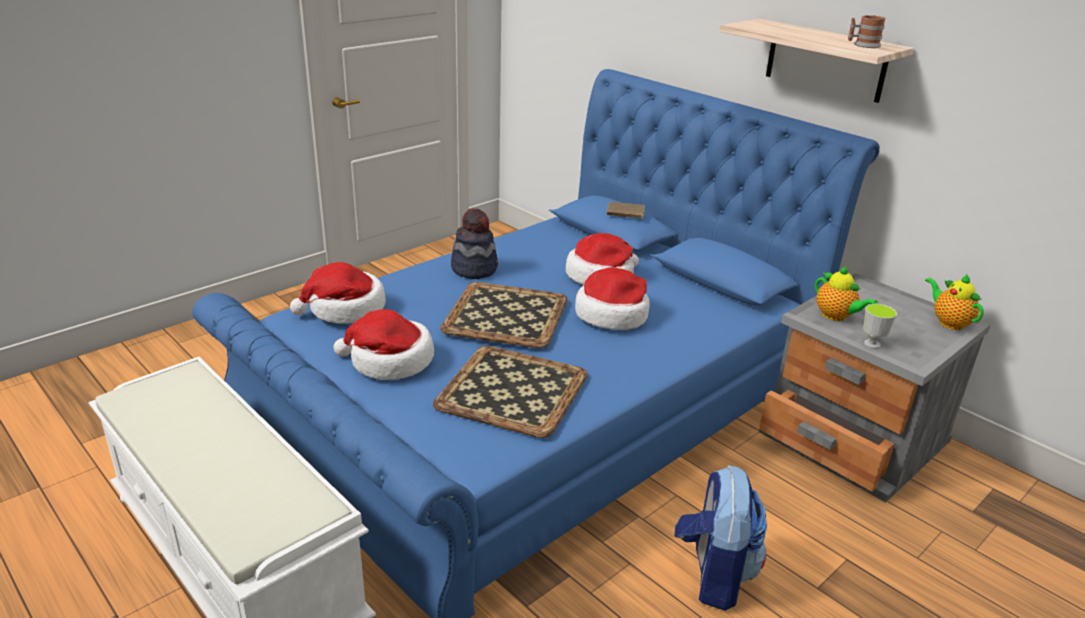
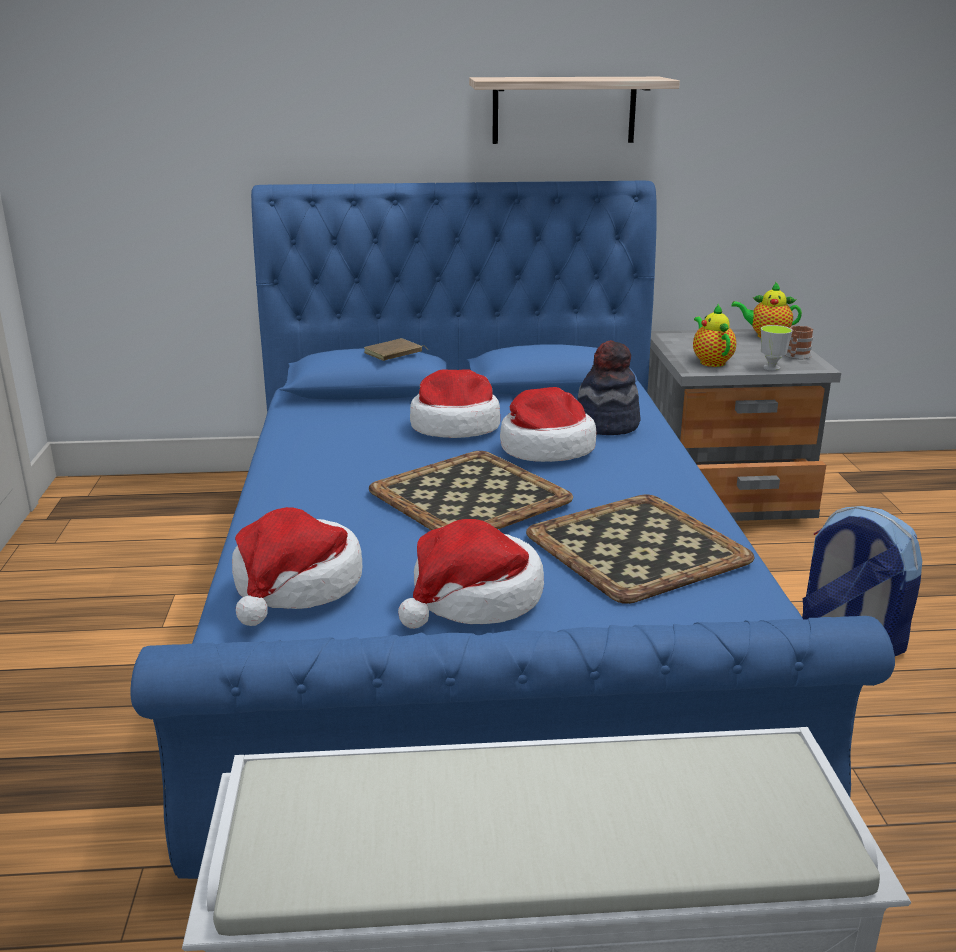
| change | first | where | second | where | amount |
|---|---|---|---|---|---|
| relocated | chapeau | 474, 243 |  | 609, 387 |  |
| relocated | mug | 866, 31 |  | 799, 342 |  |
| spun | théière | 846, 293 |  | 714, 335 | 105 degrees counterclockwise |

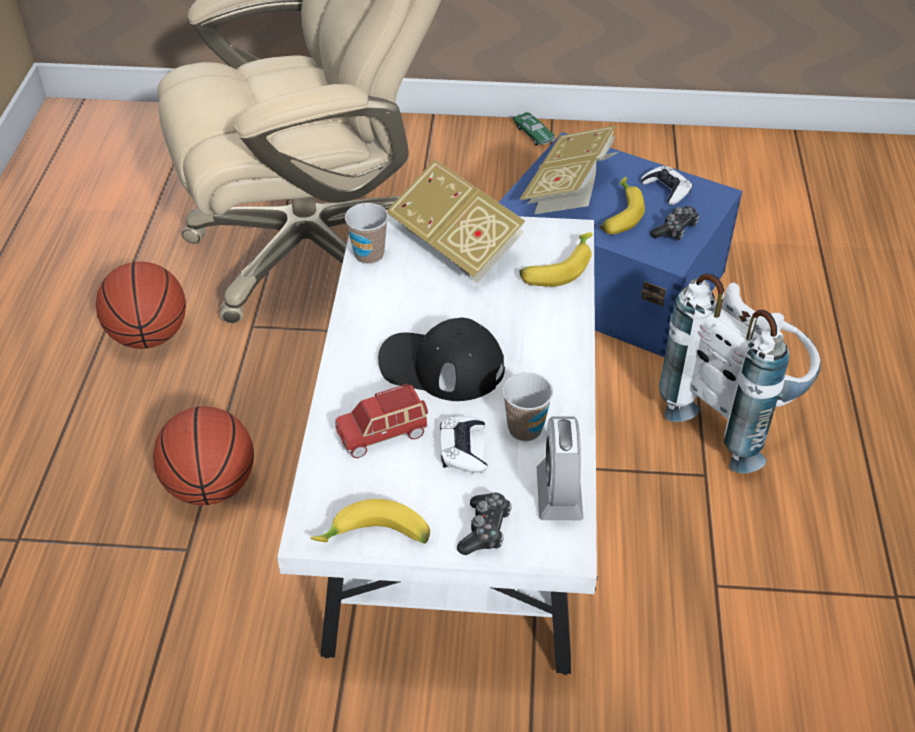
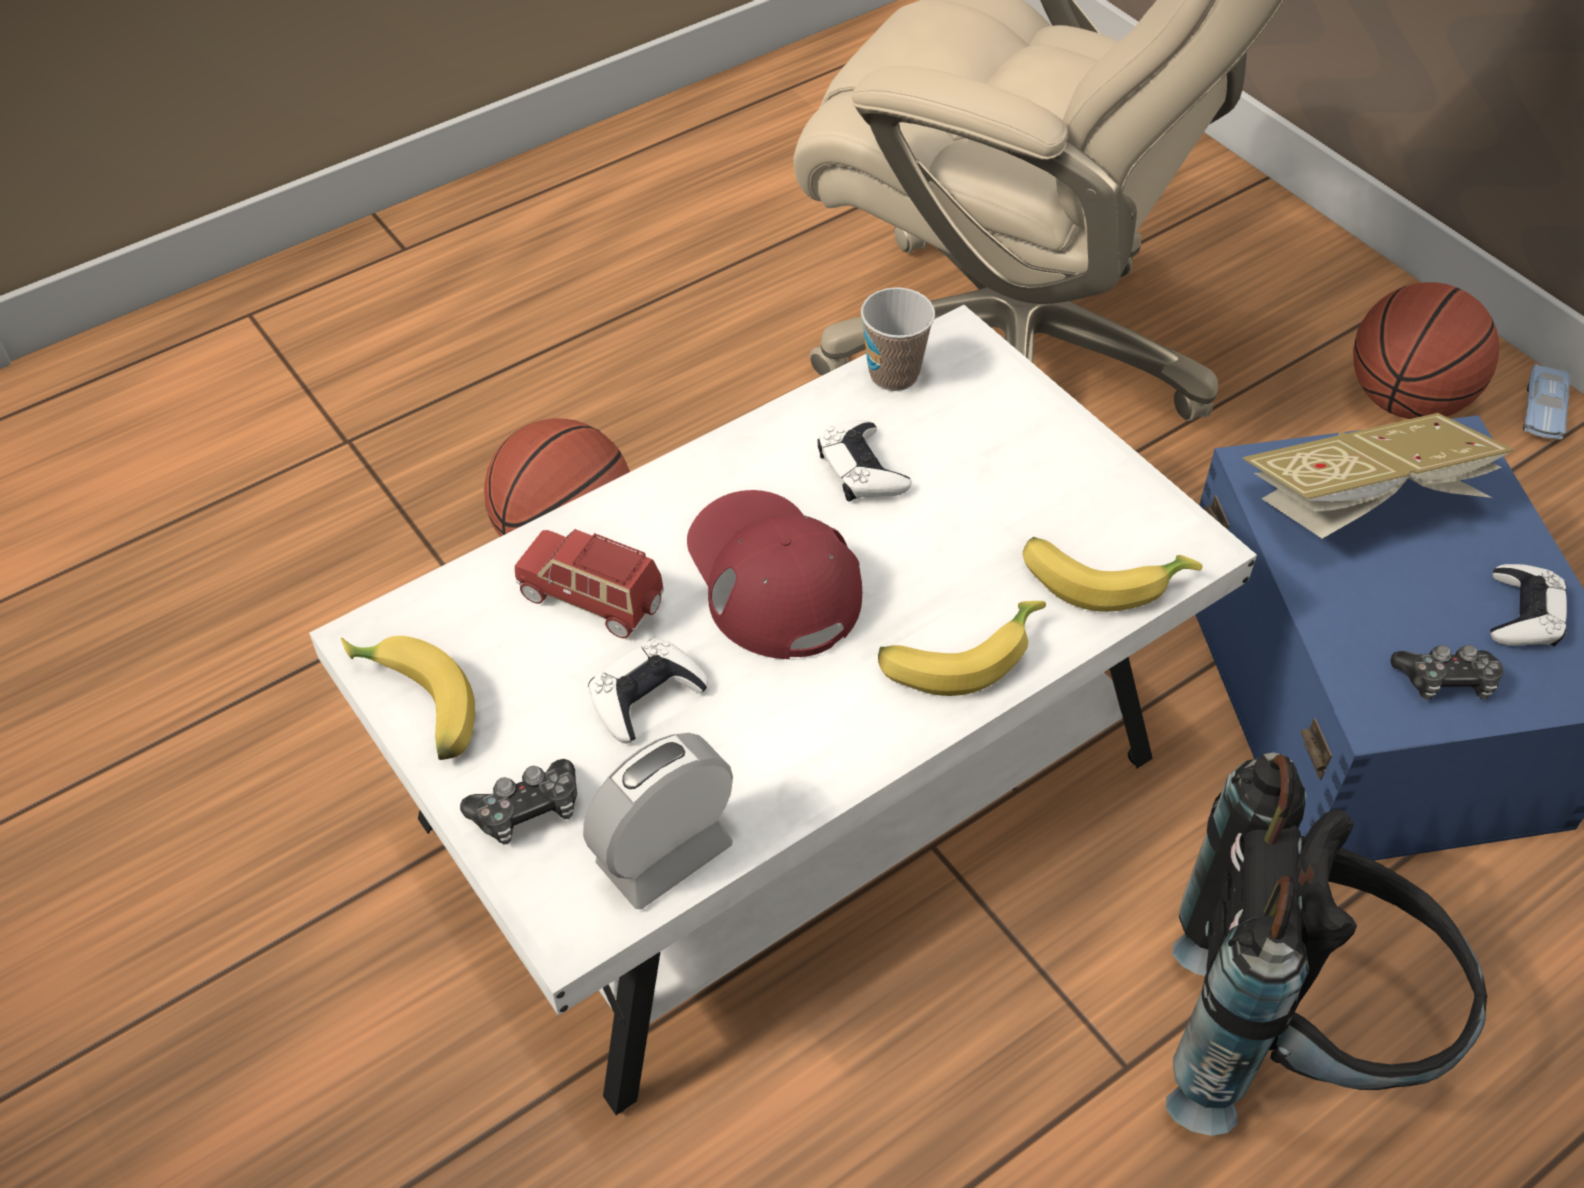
| change | first | where | second | where | amount |
|---|---|---|---|---|---|
| missing | livre | 456, 221 |  |  |  |
| missing | tasse | 527, 406 |  |  |  |
| appeared |  |  | manette/blanc | 864, 460 |  |
| relocated | ballon de basket | 141, 305 |  | 1426, 350 |  |
| relocated | banane | 622, 206 |  | 962, 648 |  |
| colour | casquette/noir | 441, 359 | casquette/rouge | 774, 574 |  |
| colour | petite voiture/vert | 534, 129 | petite voiture/bleu | 1546, 402 |  |
| colour | sac à dos/blanc | 740, 373 | sac à dos/noir | 1326, 944 |  |

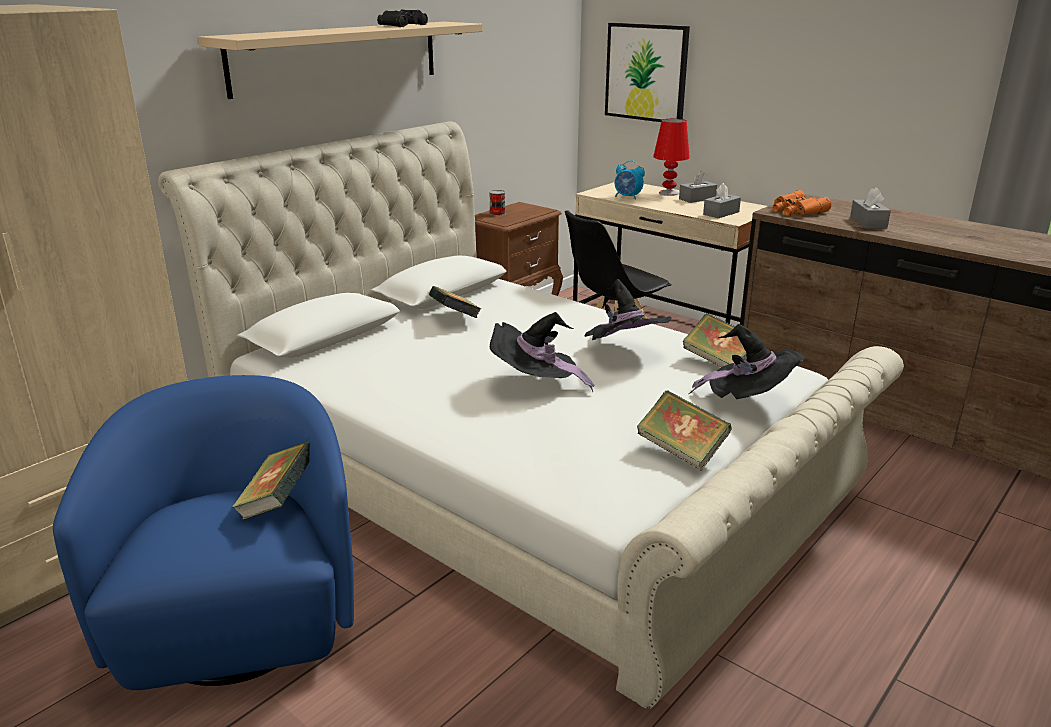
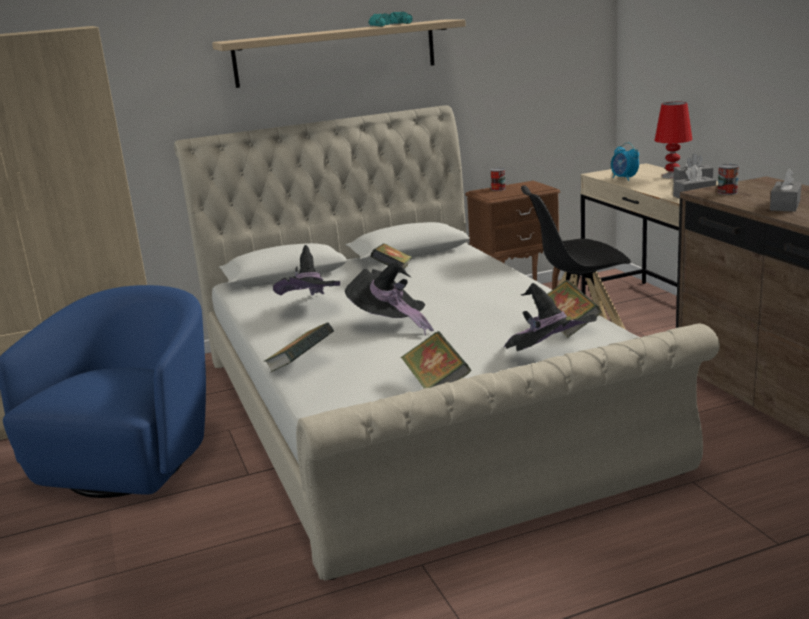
| change | first | where | second | where | amount |
|---|---|---|---|---|---|
| missing | tableau | 647, 72 |  |  |  |
| relocated | livre | 270, 481 |  | 298, 347 |  |
| relocated | chapeau/noir | 628, 309 |  | 306, 270 |  |
| exchanged | jumelles/orange | 802, 202 | boîte métallique | 728, 179 |  |
| colour | jumelles/noir | 402, 18 | jumelles/turquoise | 391, 19 |  |

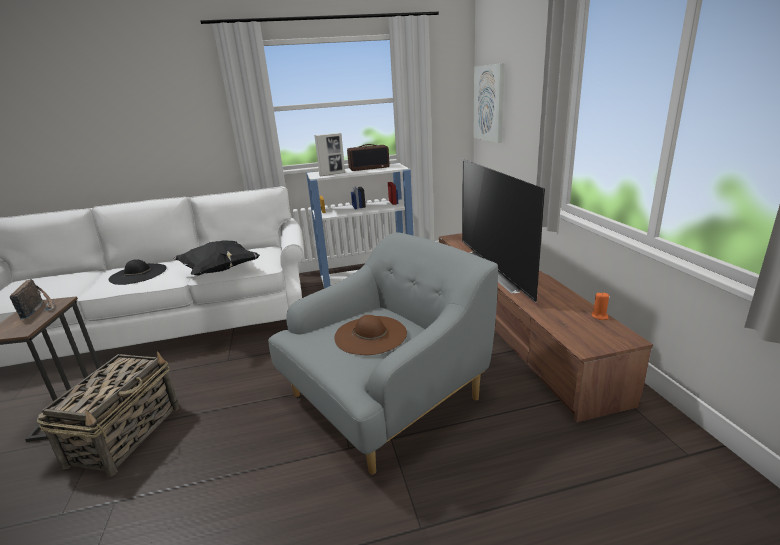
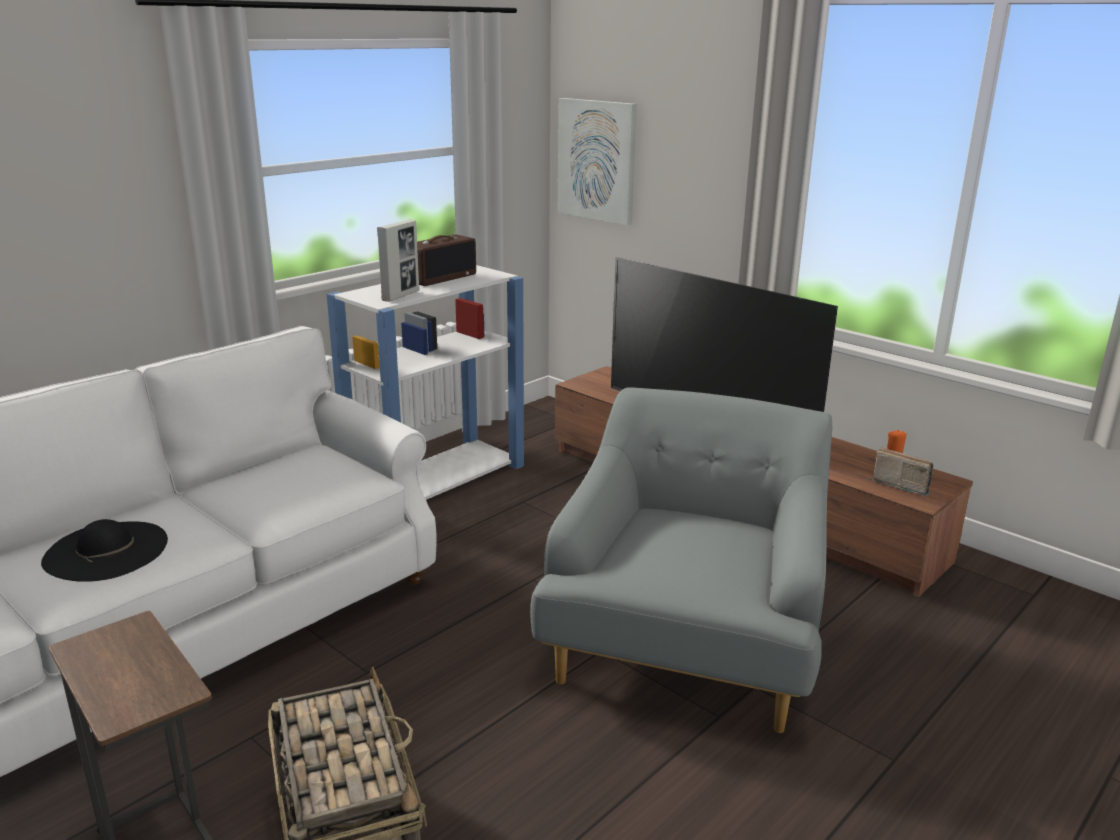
| change | first | where | second | where | amount |
|---|---|---|---|---|---|
| missing | coussin/noir | 216, 258 |  |  |  |
| missing | chapeau/marron | 370, 335 |  |  |  |
| relocated | radio | 32, 299 |  | 903, 471 |  |

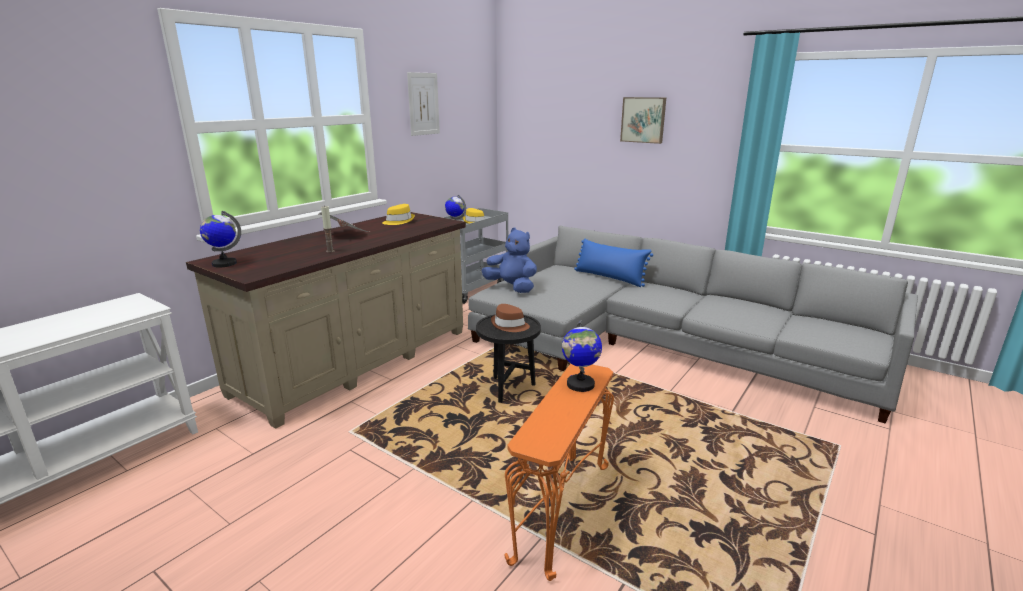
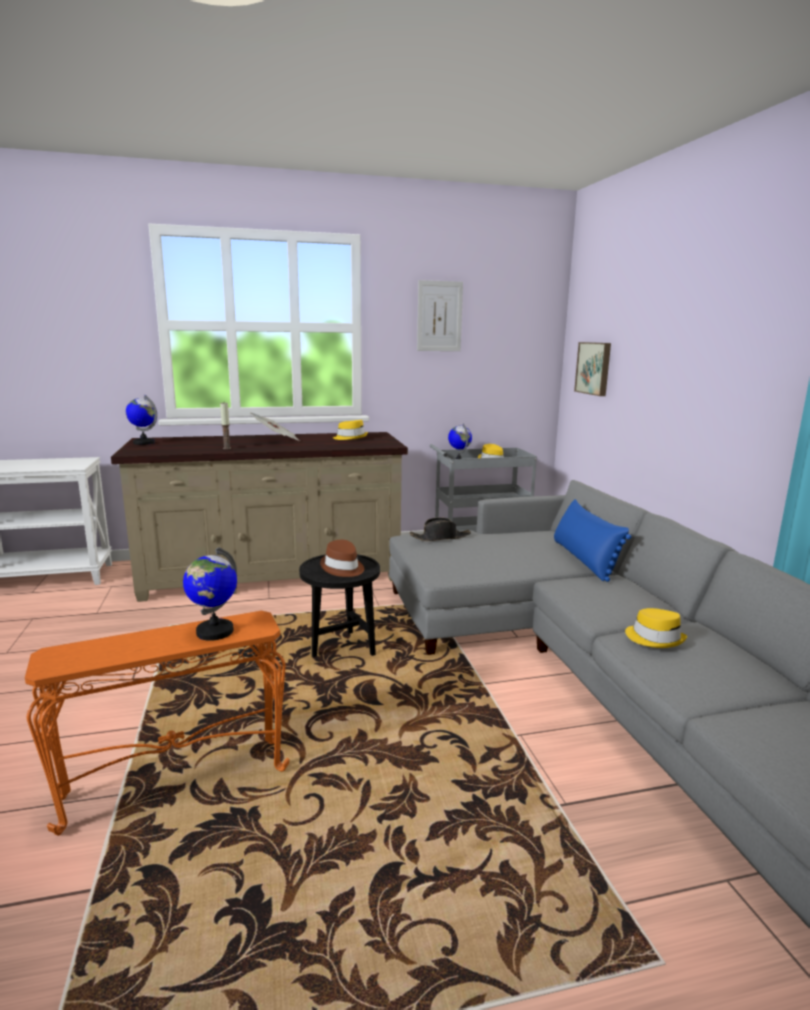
| change | first | where | second | where | amount |
|---|---|---|---|---|---|
| appeared |  |  | chapeau/jaune | 656, 628 |  |
| relocated | tableau | 643, 120 |  | 592, 369 |  |
| exchanged | peluche/bleu | 509, 260 | chapeau/noir | 440, 529 |  |

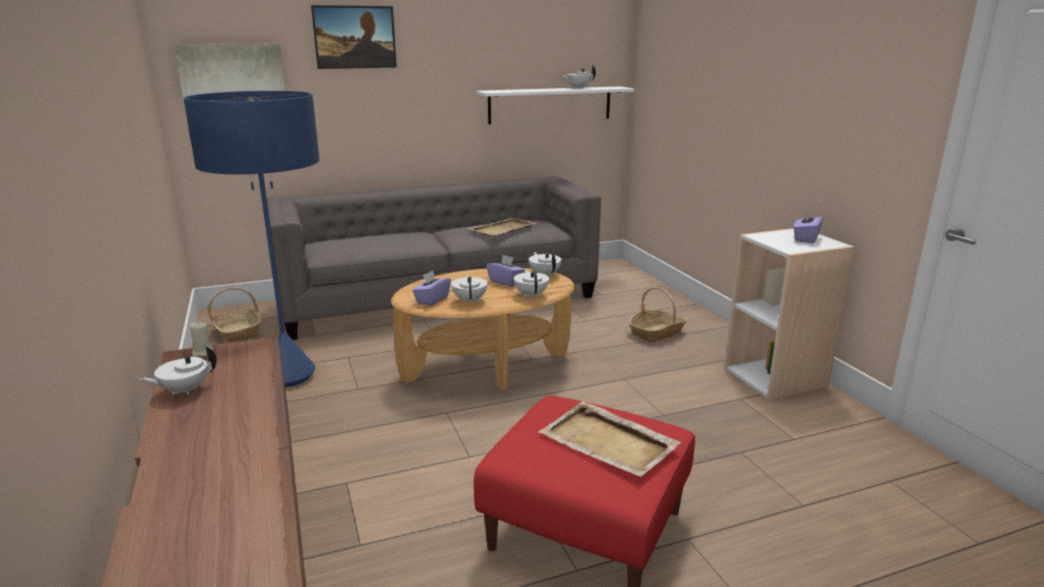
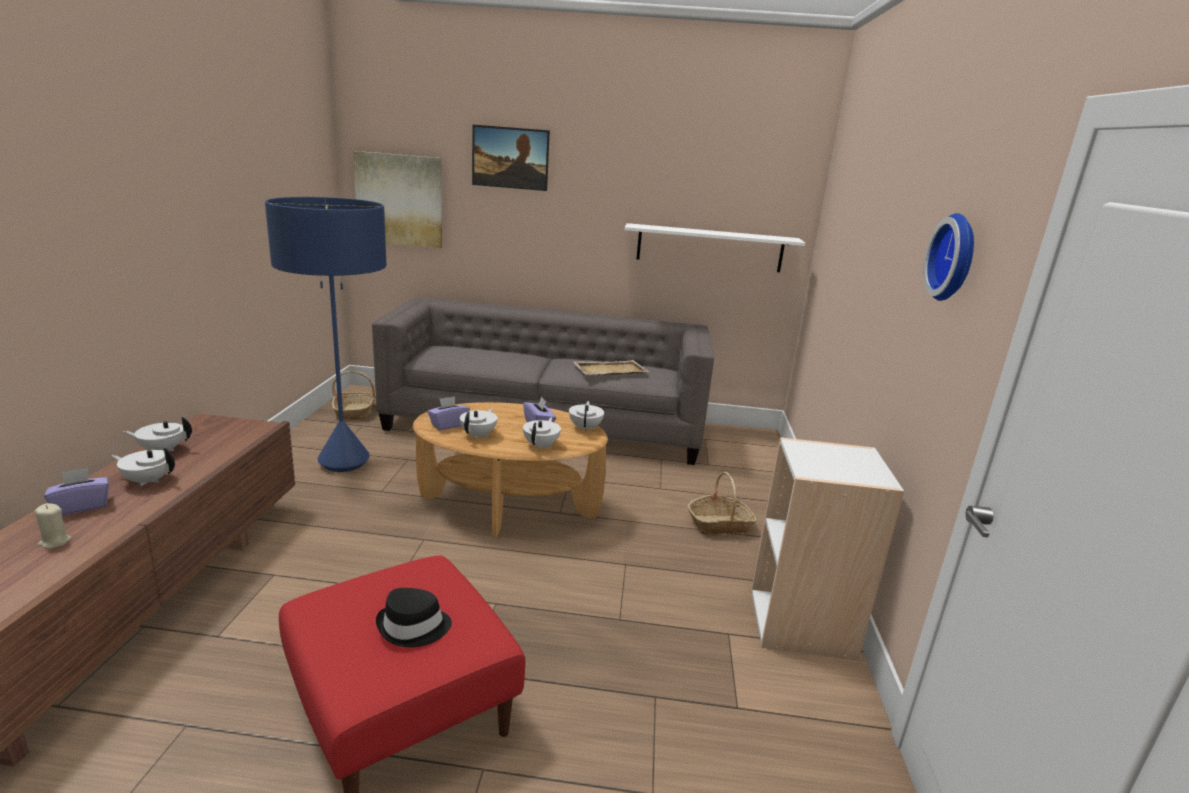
| change | first | where | second | where | amount |
|---|---|---|---|---|---|
| appeared |  |  | horloge murale | 948, 257 |  |
| relocated | bougie/beige | 202, 339 |  | 53, 525 |  |
| relocated | théière/blanc | 578, 77 |  | 143, 467 |  |
| relocated | boîte à mouchoirs/violet | 808, 226 |  | 76, 491 |  |
| exchanged | plateau/beige | 610, 439 | chapeau/noir | 414, 617 |  |

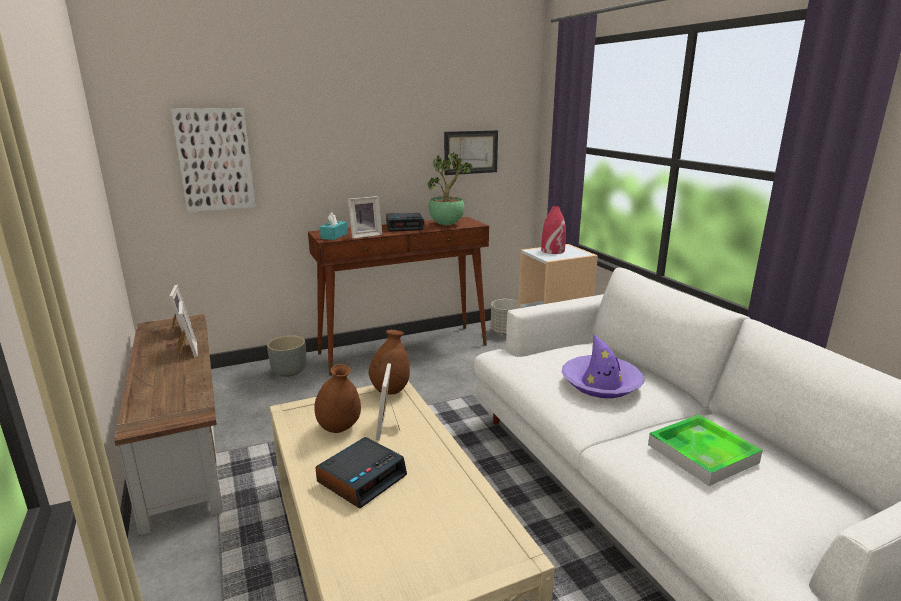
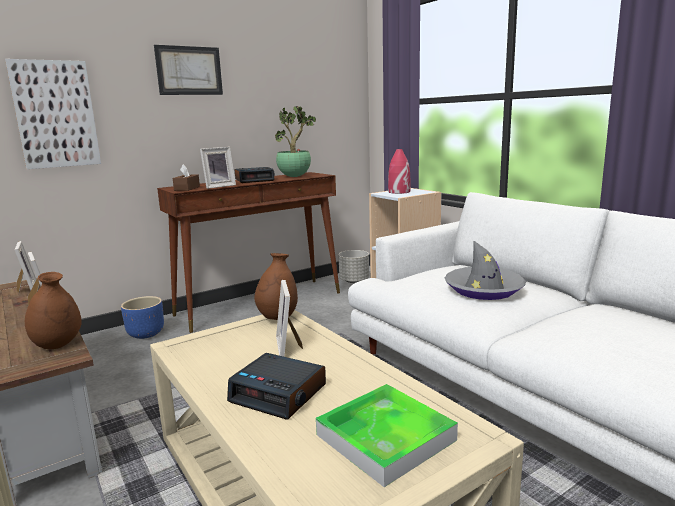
| change | first | where | second | where | amount |
|---|---|---|---|---|---|
| relocated | vase/marron | 337, 398 |  | 53, 310 |  |
| relocated | tableau | 471, 152 |  | 188, 70 |  |
| relocated | plateau | 705, 450 |  | 387, 435 |  |
| colour | cache-pot/gris | 287, 356 | cache-pot/bleu | 142, 317 |  |
| colour | boîte à mouchoirs/turquoise | 334, 226 | boîte à mouchoirs/marron | 186, 177 |  |
| colour | chapeau/violet | 603, 366 | chapeau/gris | 485, 270 |  |
| spun | réveil | 361, 473 |  | 276, 386 | 90 degrees clockwise |

